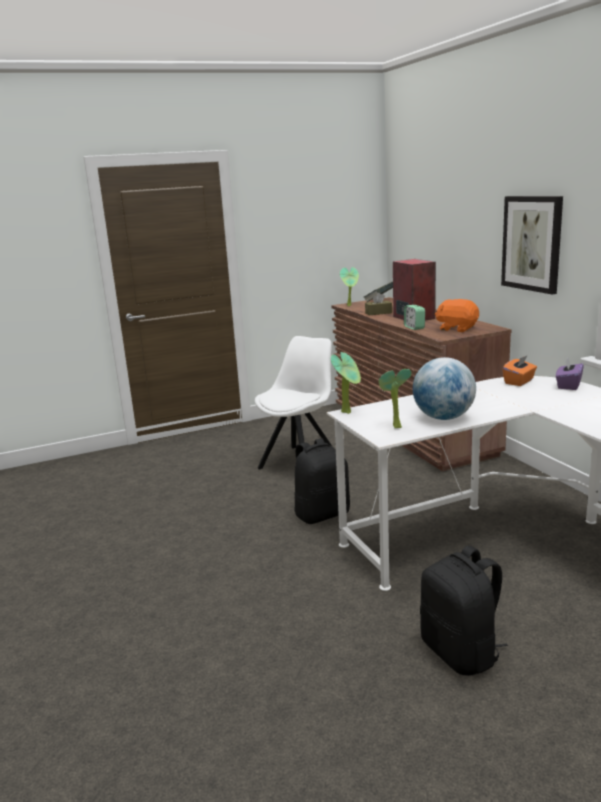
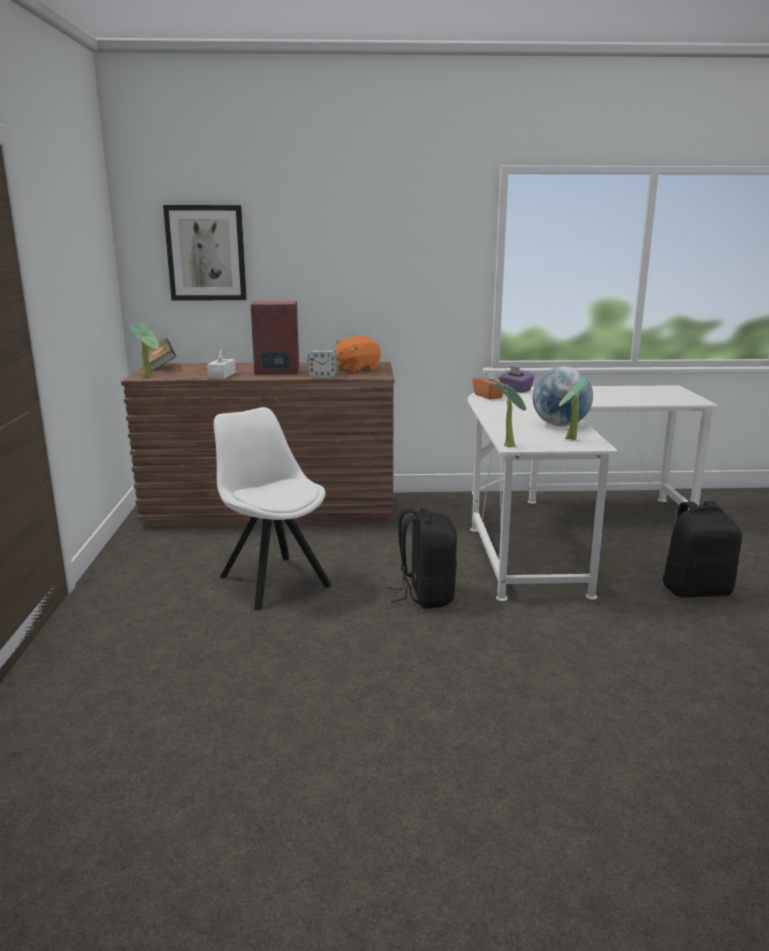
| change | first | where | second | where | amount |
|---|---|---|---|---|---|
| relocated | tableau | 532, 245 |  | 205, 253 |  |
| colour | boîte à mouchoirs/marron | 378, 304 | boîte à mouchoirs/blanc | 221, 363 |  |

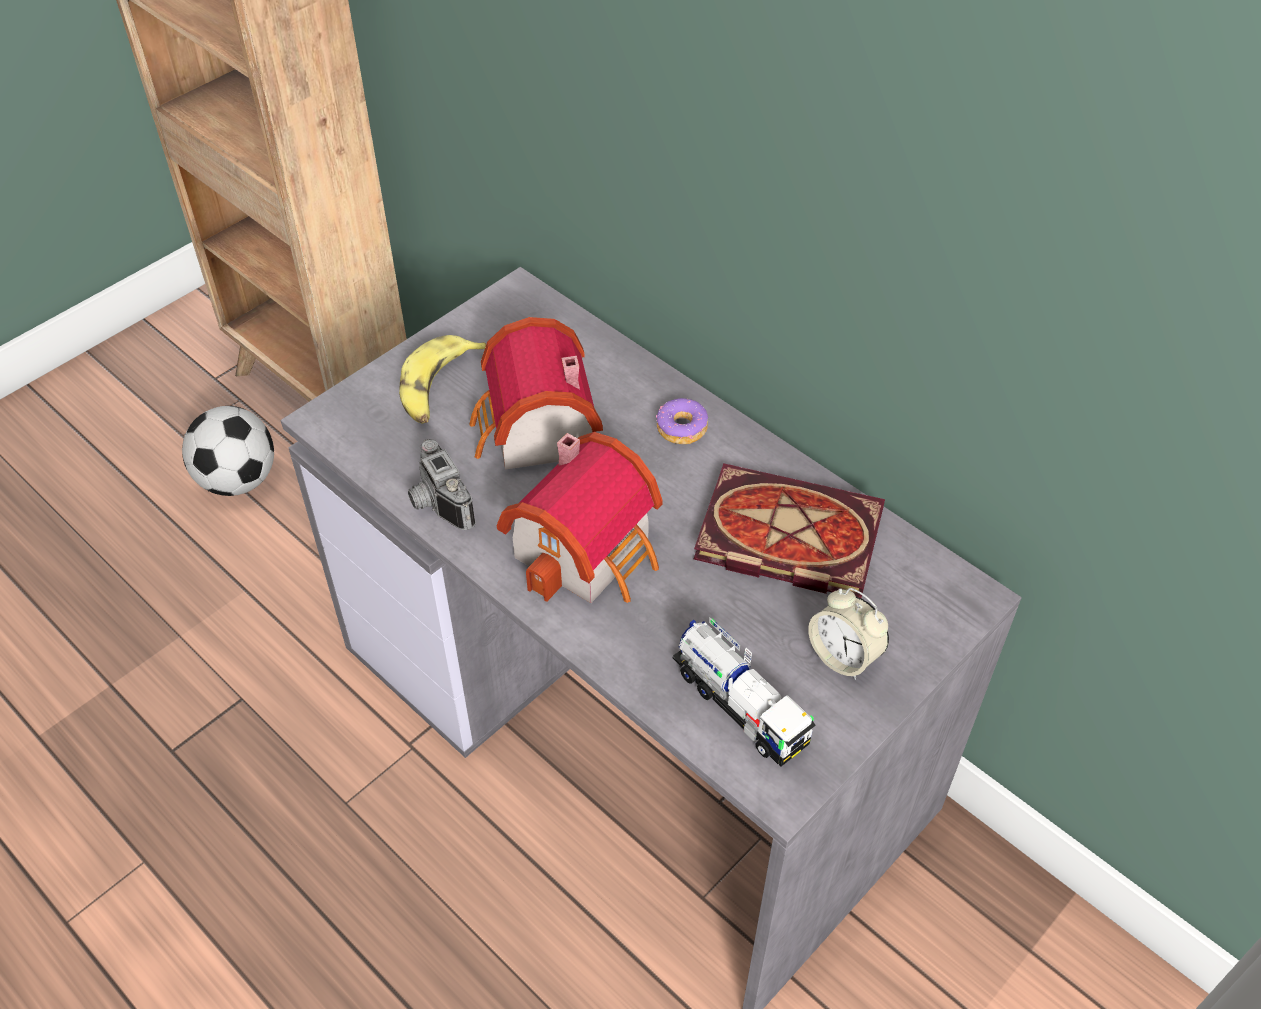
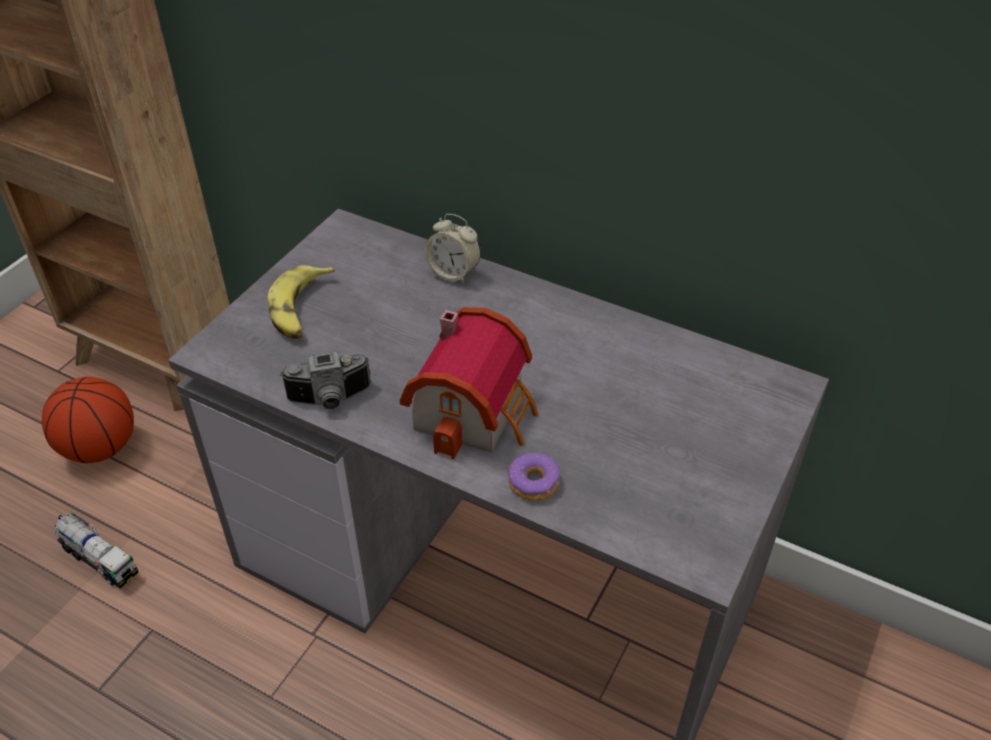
| change | first | where | second | where | amount |
|---|---|---|---|---|---|
| missing | maison miniature | 536, 393 |  |  |  |
| missing | livre | 789, 530 |  |  |  |
| relocated | beignet | 682, 421 |  | 534, 477 |  |
| relocated | camion jouet | 744, 692 |  | 96, 550 |  |
| relocated | réveil | 848, 634 |  | 452, 249 |  |
| exchanged | ballon de foot | 228, 451 | ballon de basket | 88, 420 |  |
| spun | appareil photo | 442, 484 |  | 325, 380 | 60 degrees counterclockwise |

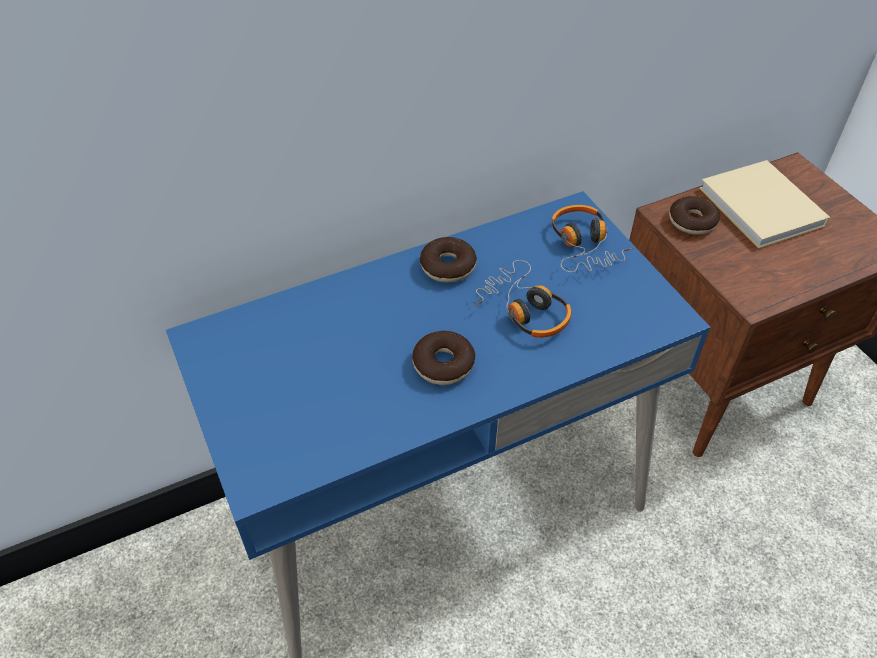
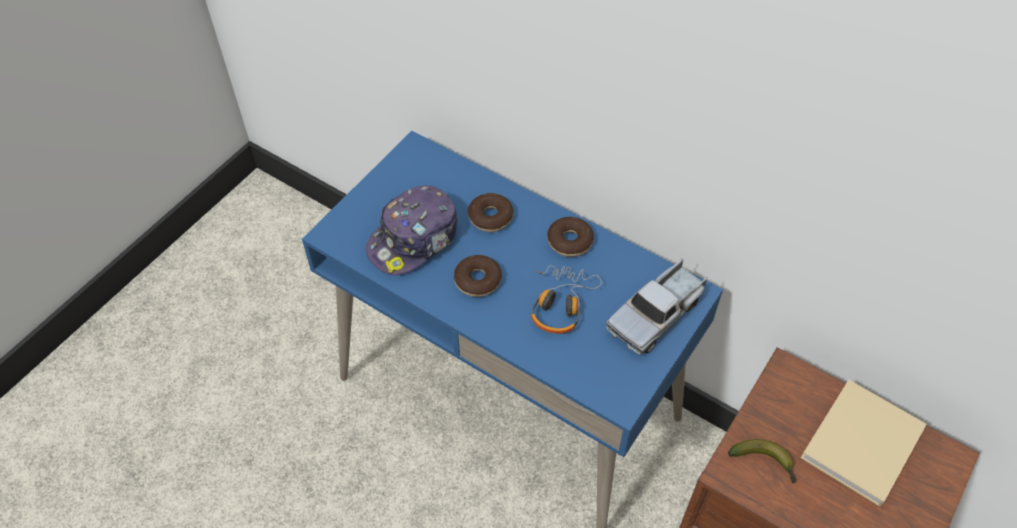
| change | first | where | second | where | amount |
|---|---|---|---|---|---|
| appeared |  |  | casquette | 412, 230 |  |
| appeared |  |  | banane | 762, 461 |  |
| relocated | beignet | 694, 215 |  | 490, 212 |  |
| exchanged | casque audio | 592, 239 | camion jouet | 657, 307 |  |

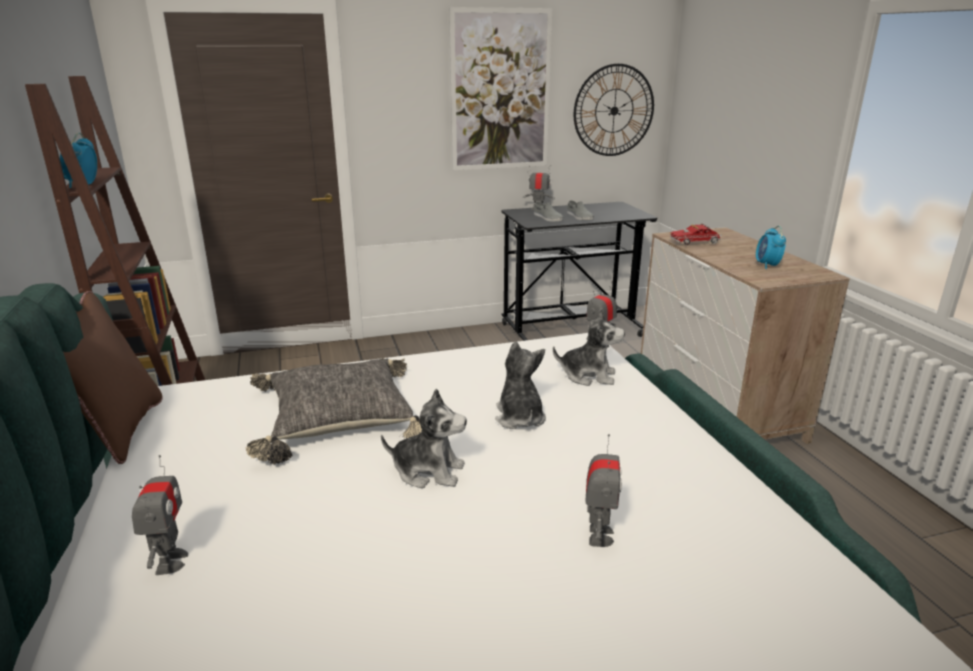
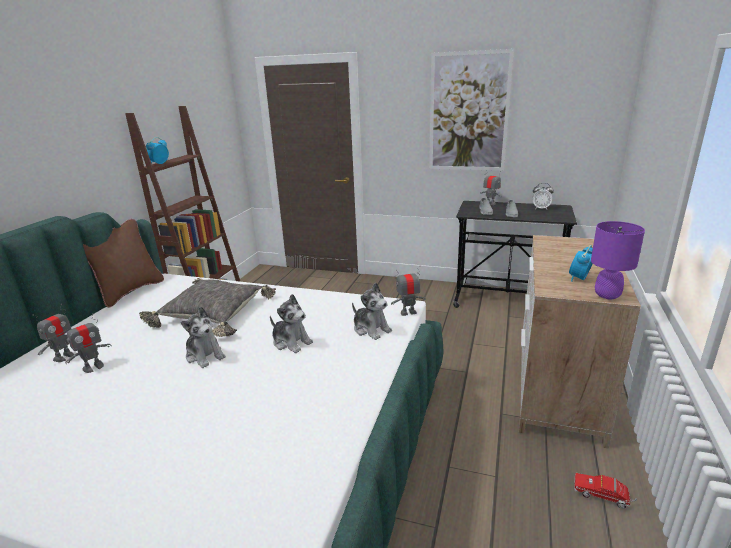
| change | first | where | second | where | amount |
|---|---|---|---|---|---|
| missing | horloge murale | 614, 110 |  |  |  |
| appeared |  |  | réveil | 543, 196 |  |
| appeared |  |  | lampe de table/violet | 618, 260 |  |
| relocated | robot jouet | 603, 490 |  | 85, 343 |  |
| relocated | camion jouet | 696, 234 |  | 605, 491 |  |
| spun | peluche | 520, 385 |  | 291, 323 | 105 degrees clockwise |

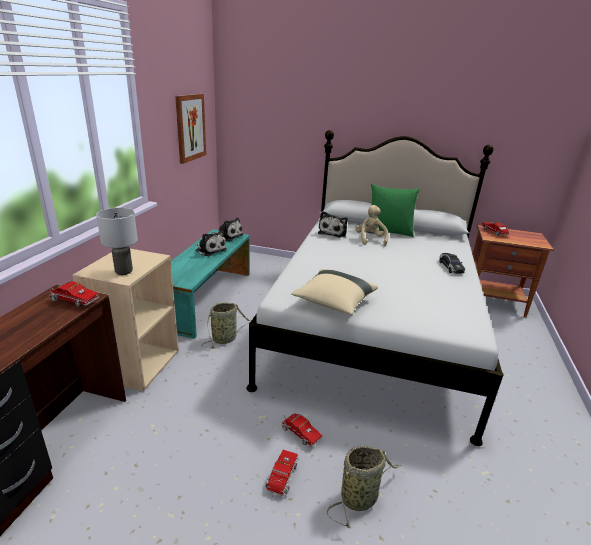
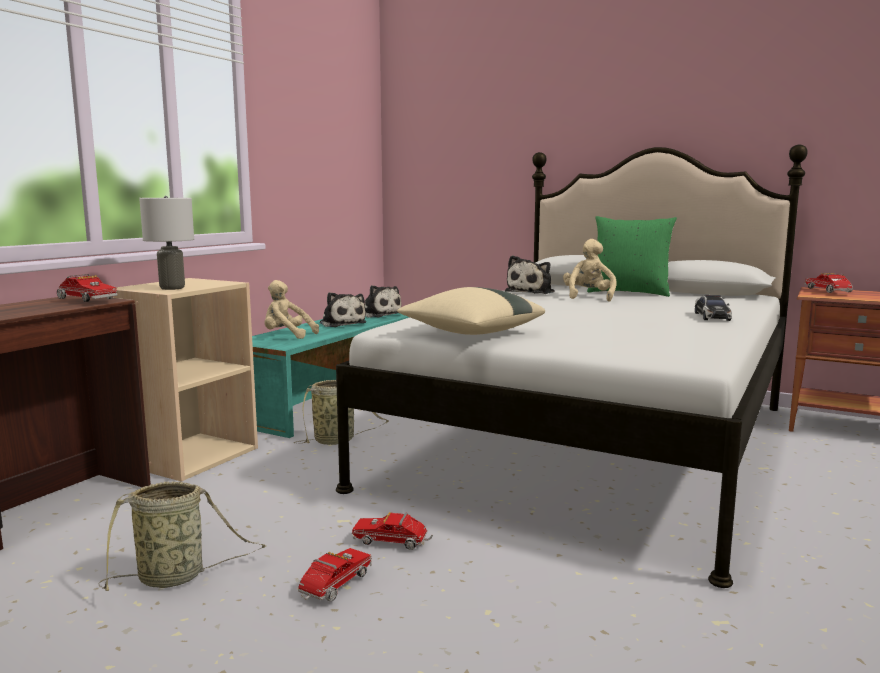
| change | first | where | second | where | amount |
|---|---|---|---|---|---|
| missing | tableau | 190, 129 |  |  |  |
| appeared |  |  | peluche/beige | 291, 309 |  |
| relocated | panier | 364, 487 |  | 182, 536 |  |
| spun | camion jouet | 301, 430 |  | 392, 531 | 135 degrees clockwise |

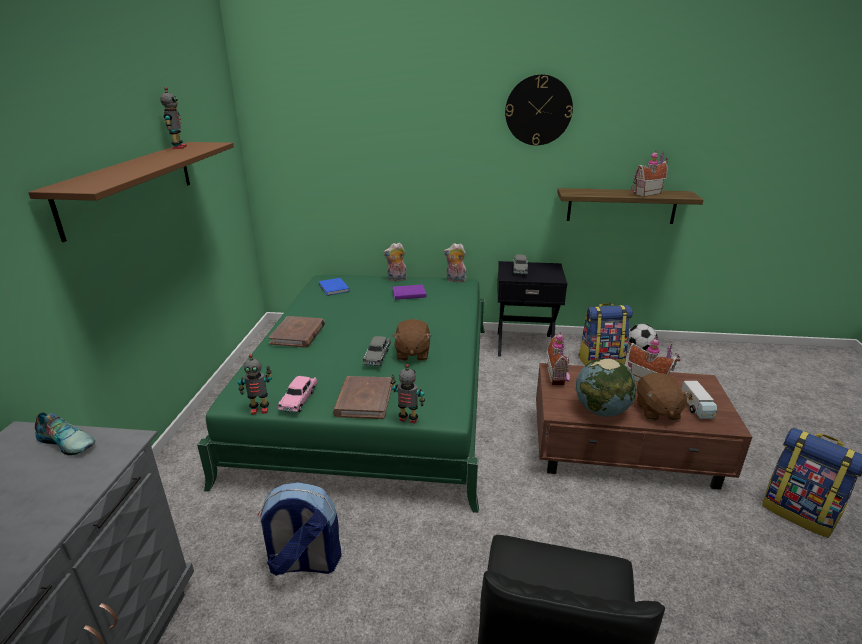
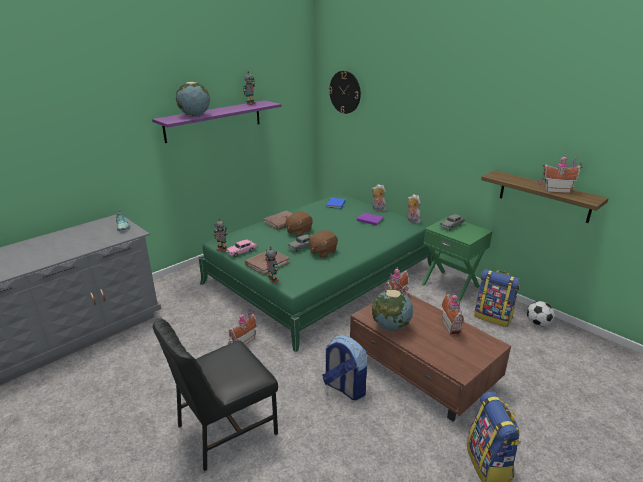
| change | first | where | second | where | amount |
|---|---|---|---|---|---|
| missing | camion jouet | 699, 400 |  |  |  |
| appeared |  |  | globe | 193, 99 |  |
| appeared |  |  | maison miniature | 242, 327 |  |
| relocated | sac à dos | 300, 529 |  | 344, 367 |  |
| relocated | horloge murale | 539, 109 |  | 345, 92 |  |
| relocated | peluche/marron | 664, 397 |  | 299, 224 |  |
| colour | étagère/marron | 131, 192 | étagère/violet | 217, 121 |  |
| colour | table de chevet/noir | 532, 308 | table de chevet/vert | 457, 259 |  |

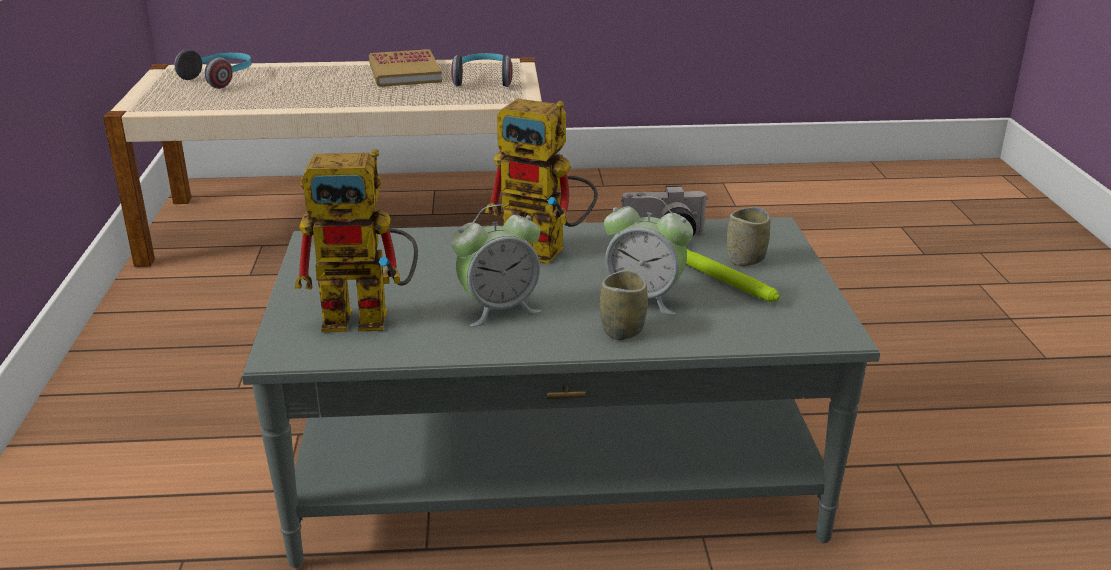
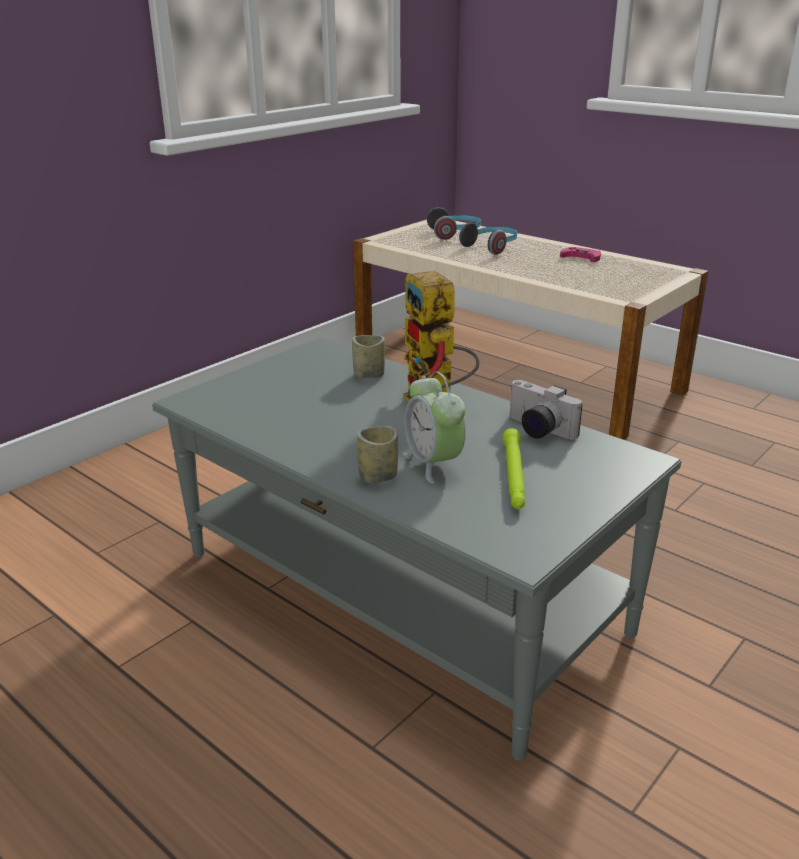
| change | first | where | second | where | amount |
|---|---|---|---|---|---|
| missing | robot jouet | 356, 240 |  |  |  |
| missing | réveil | 496, 265 |  |  |  |
| relocated | casque audio | 482, 70 |  | 488, 238 |  |
| relocated | tasse | 748, 236 |  | 368, 356 |  |
| exchanged | livre | 405, 68 | manette/rose | 580, 254 |  |

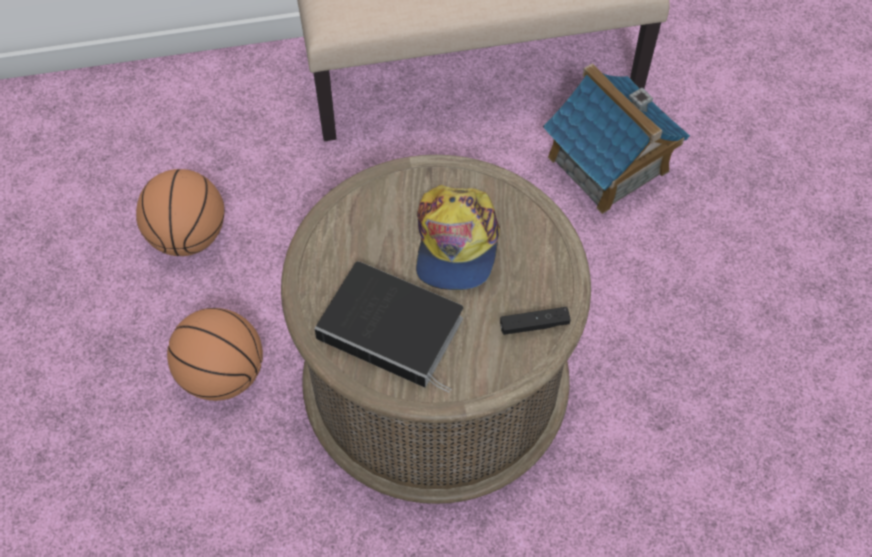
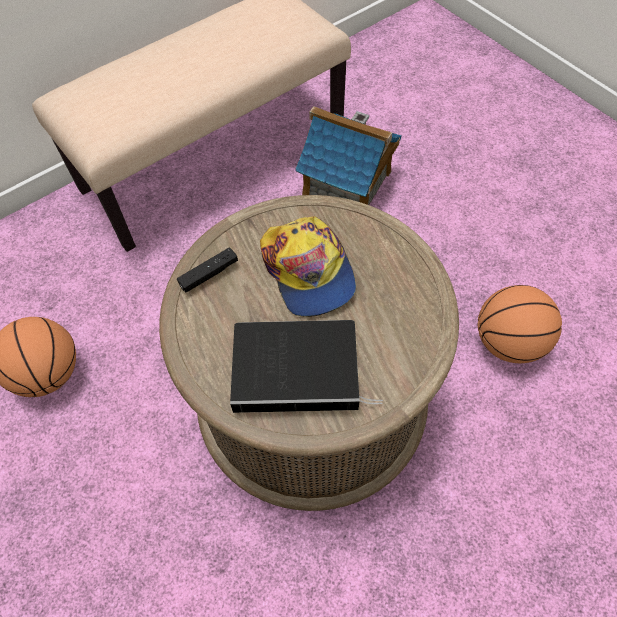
| change | first | where | second | where | amount |
|---|---|---|---|---|---|
| relocated | ballon de basket | 215, 354 |  | 520, 324 |  |
| relocated | manette/noir | 535, 321 |  | 207, 270 |  |

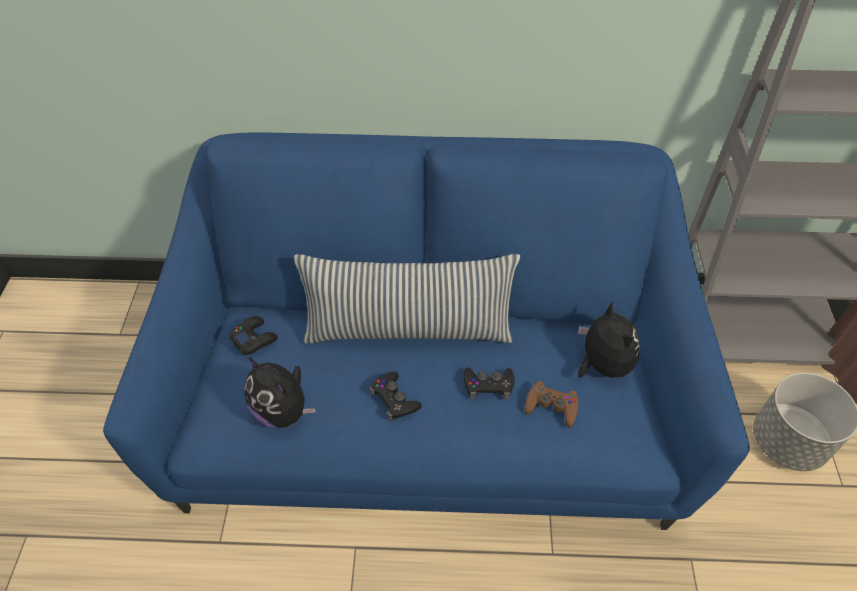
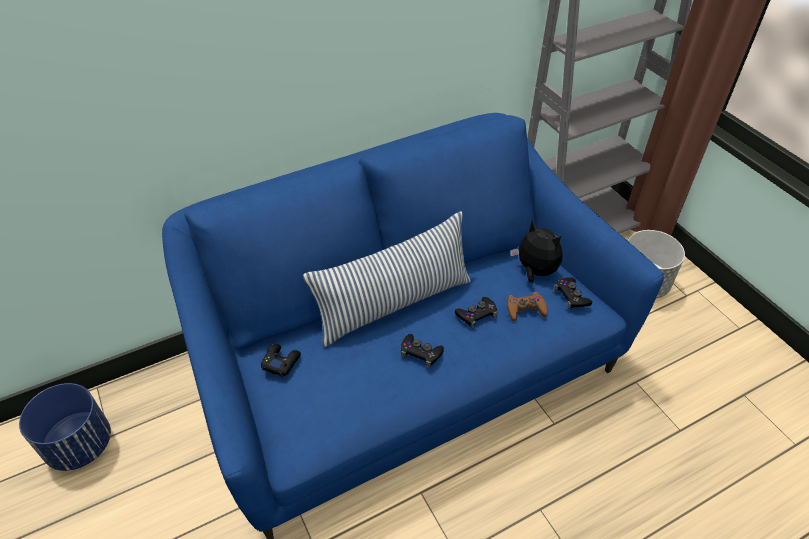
| change | first | where | second | where | amount |
|---|---|---|---|---|---|
| missing | peluche | 279, 392 |  |  |  |
| appeared |  |  | cache-pot/bleu | 65, 427 |  |
| appeared |  |  | manette/noir | 573, 293 |  |

